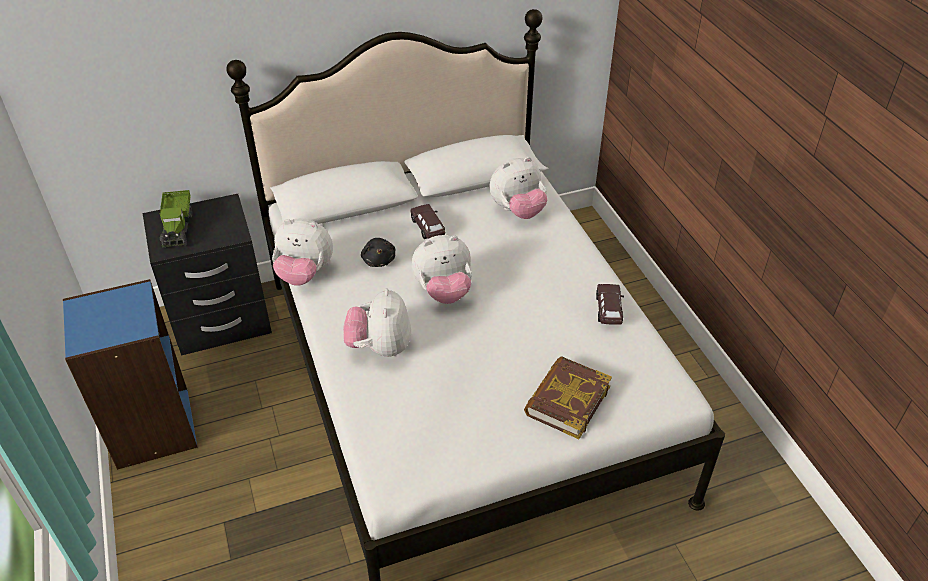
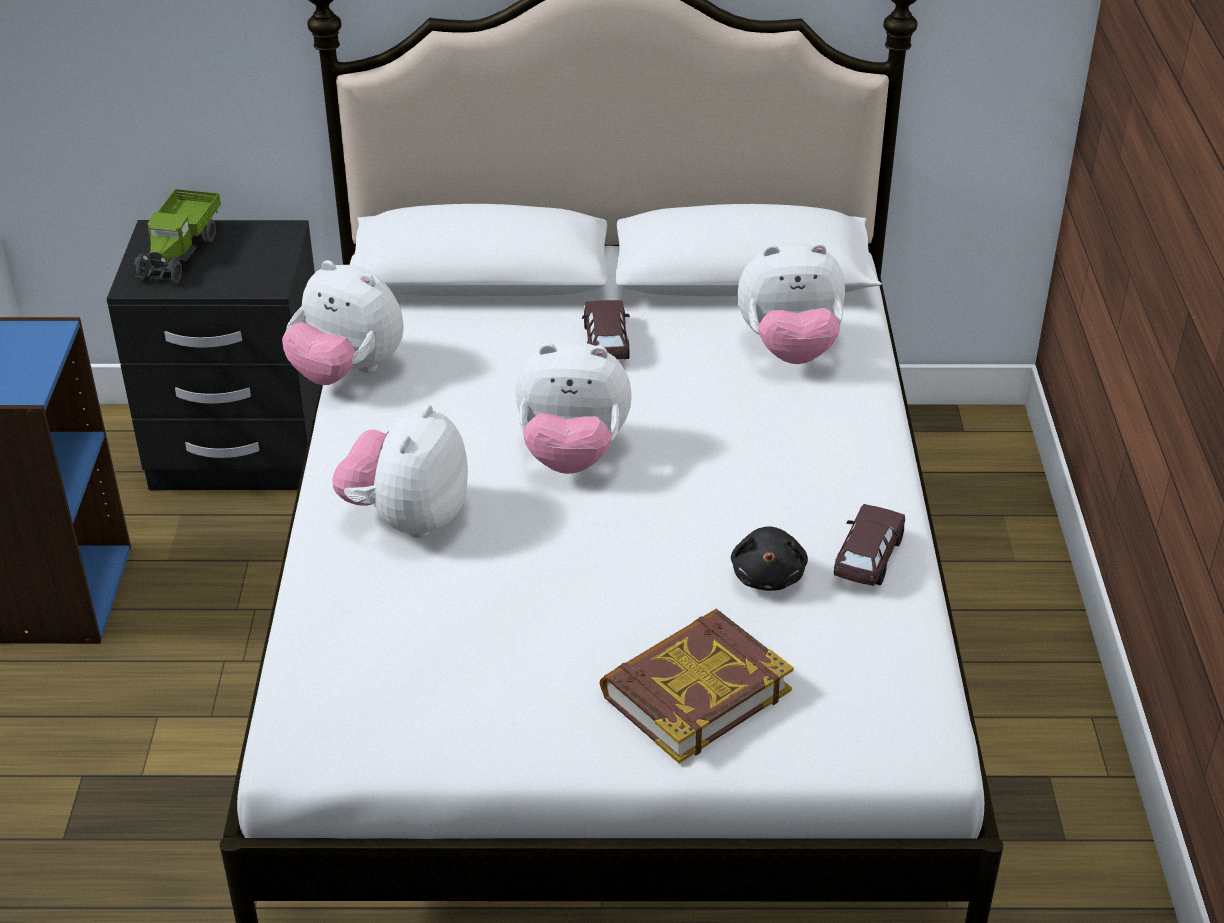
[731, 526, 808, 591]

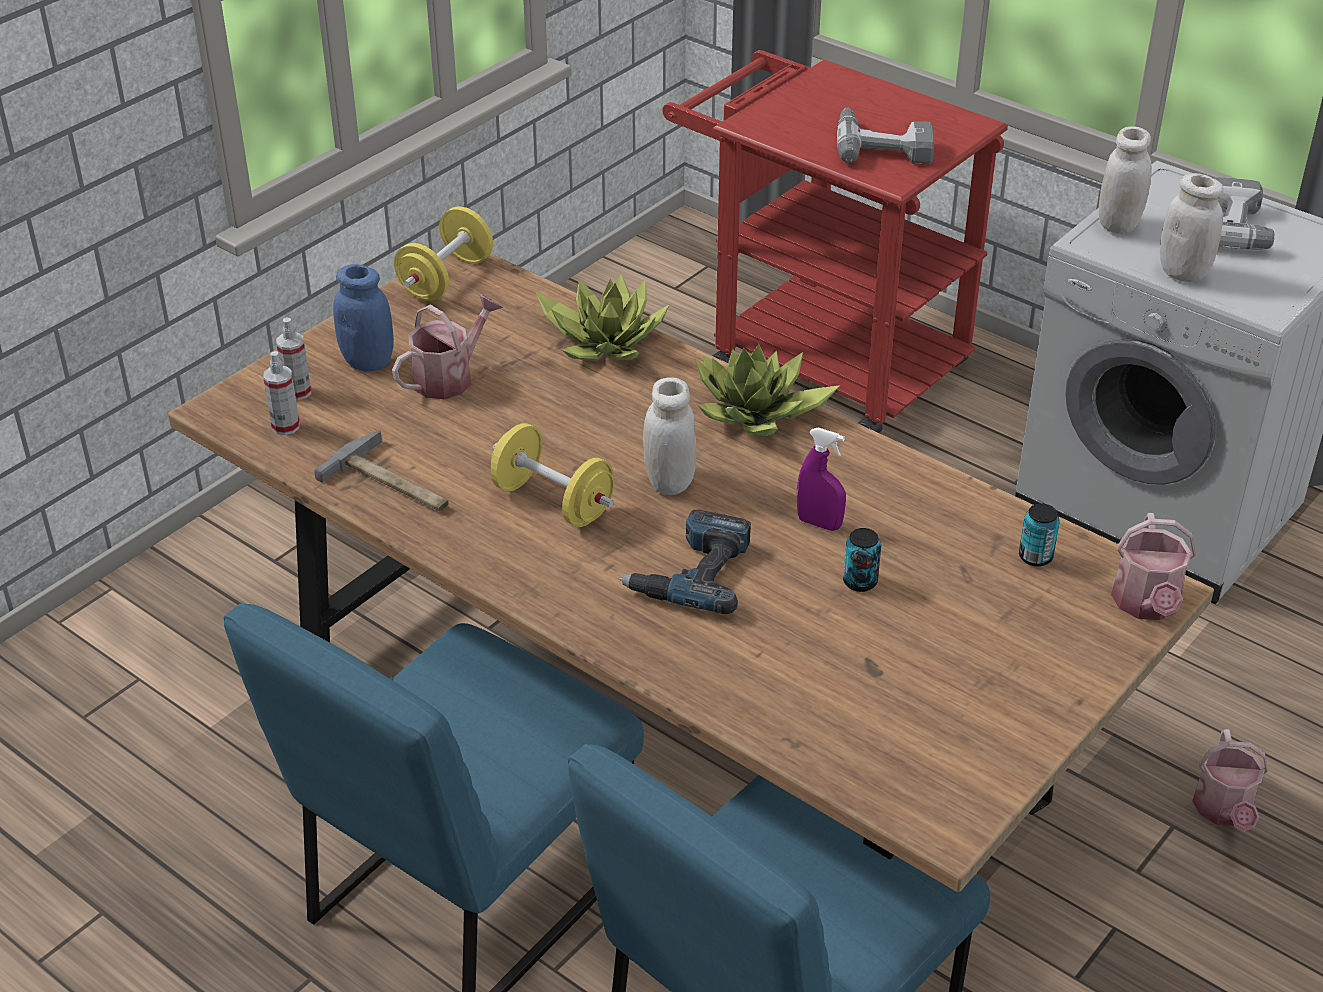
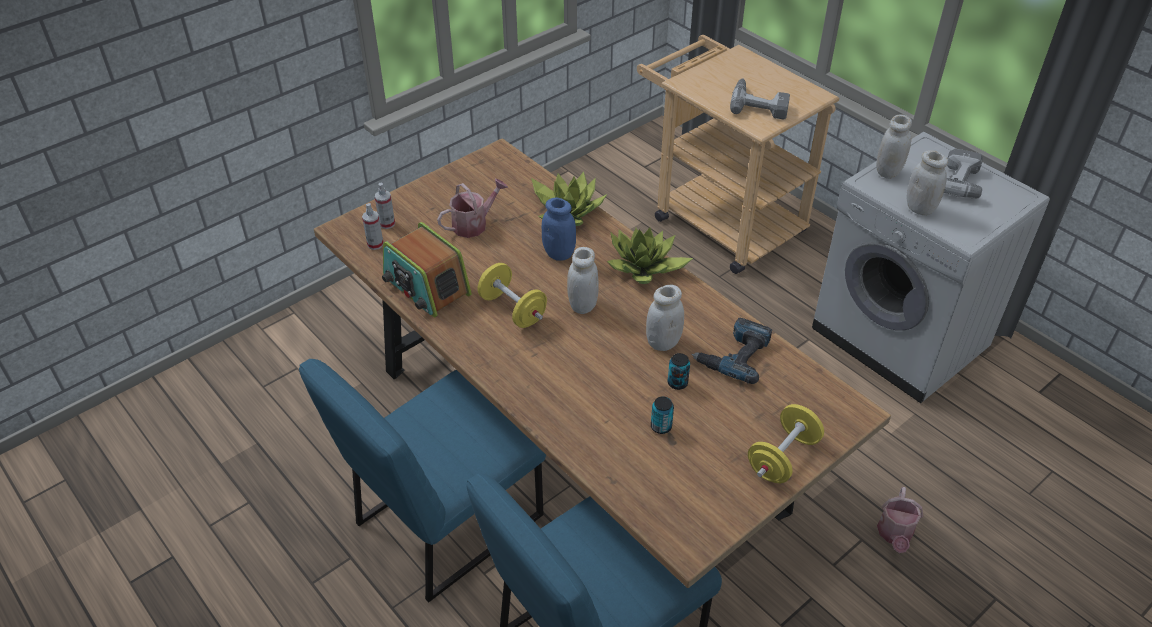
[382, 222, 472, 317]
[542, 198, 576, 261]
[637, 35, 839, 274]
[646, 285, 684, 351]
[651, 396, 674, 434]
[691, 318, 772, 384]
[748, 404, 824, 483]
[1111, 513, 1196, 620] (first image)

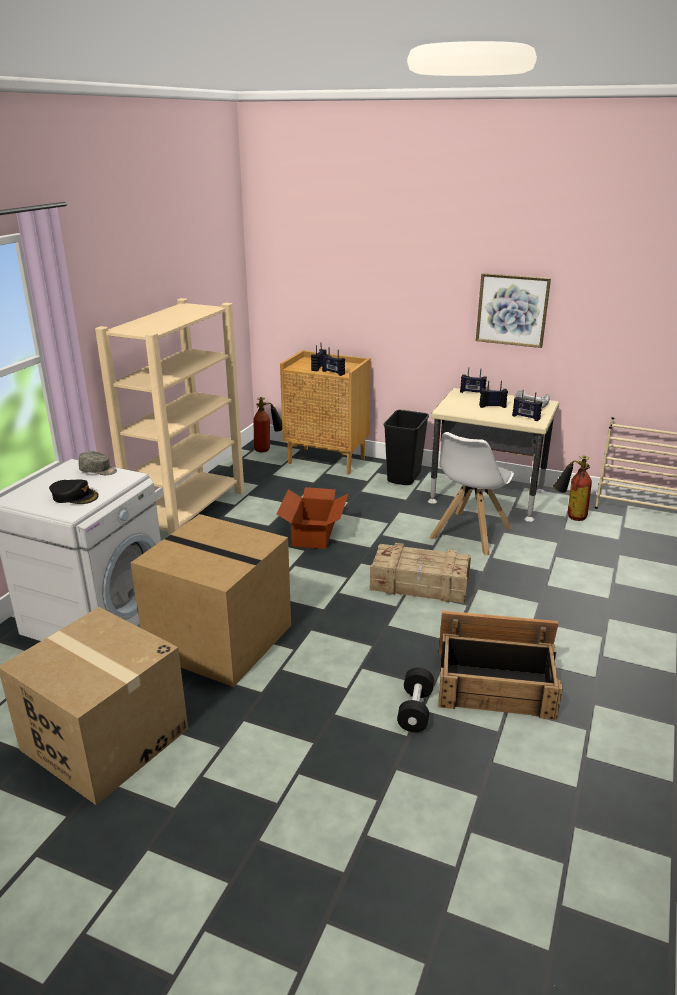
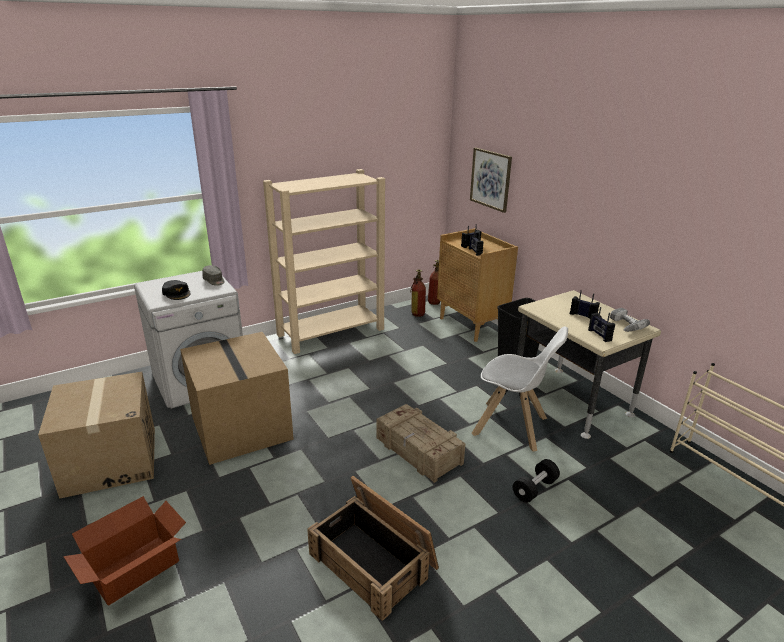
[63, 496, 186, 605]
[410, 269, 426, 317]
[470, 148, 512, 213]
[472, 326, 568, 452]
[513, 459, 560, 503]
[460, 367, 487, 393] (first image)

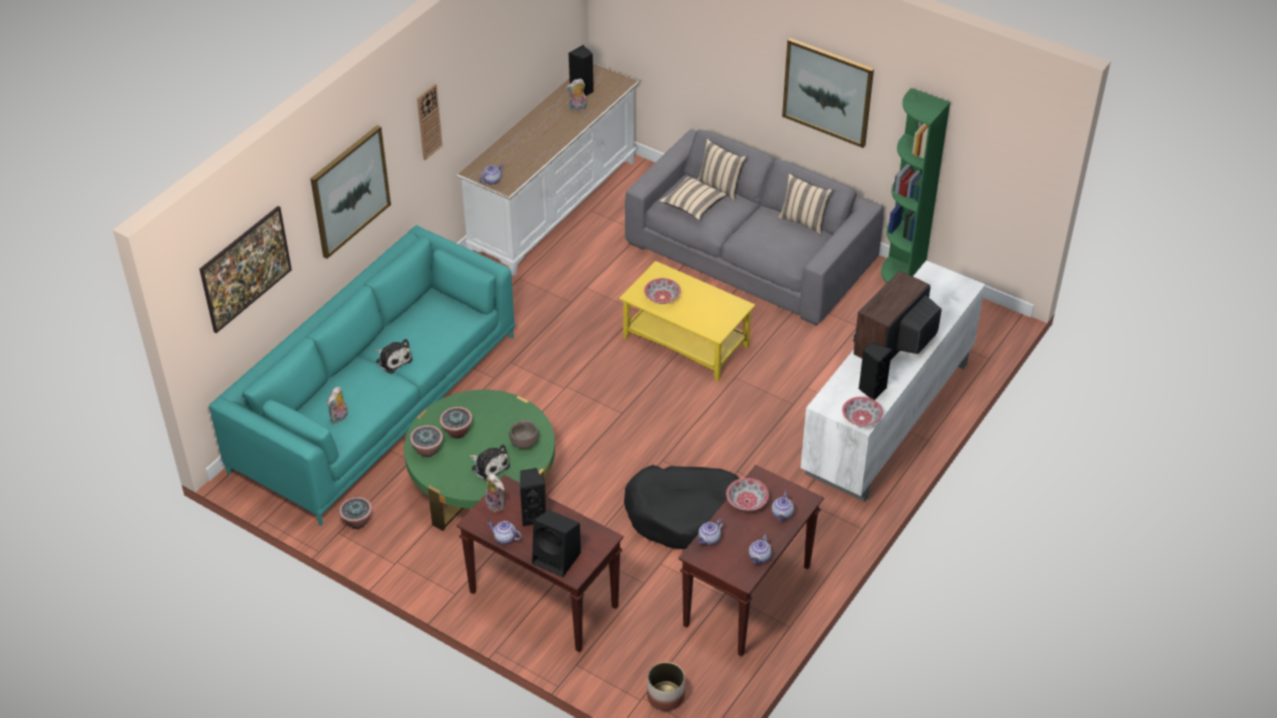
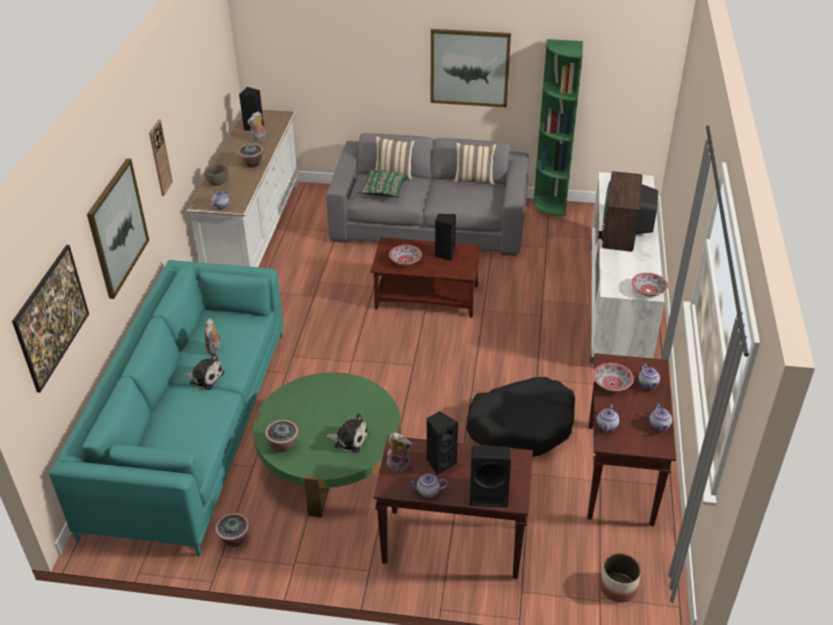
[205, 164, 229, 185]
[205, 318, 222, 355]
[238, 144, 264, 168]
[358, 170, 408, 197]
[370, 237, 482, 318]
[435, 214, 456, 261]

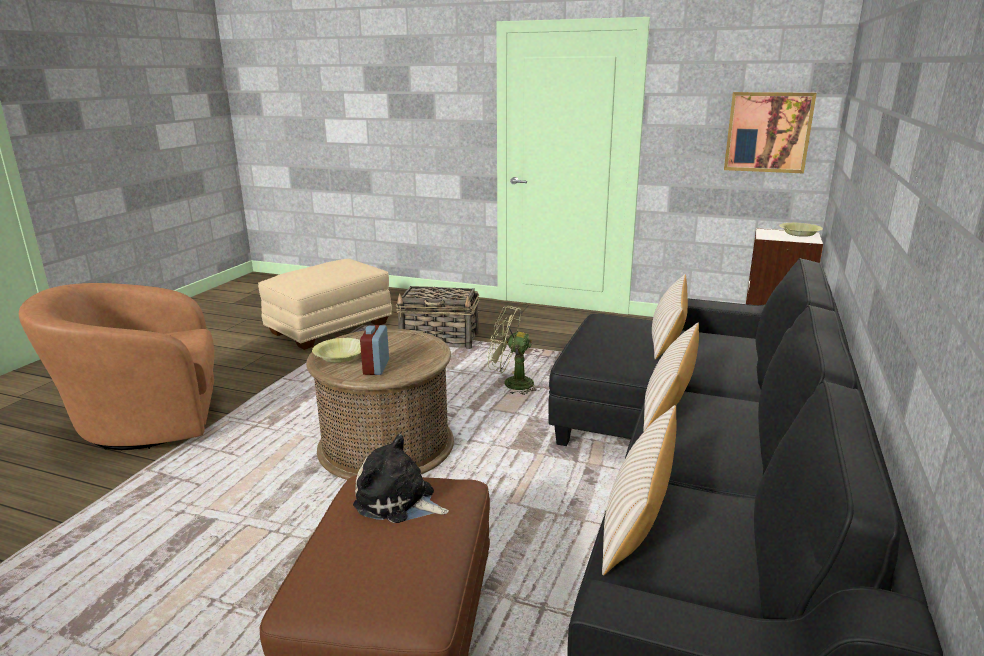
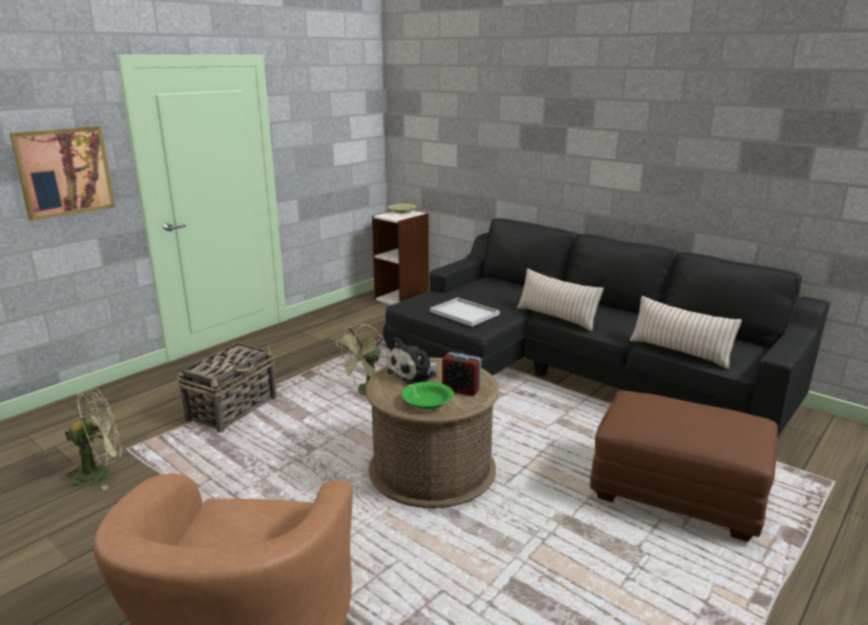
[9, 126, 115, 221]
[61, 389, 123, 490]
[387, 337, 437, 385]
[402, 382, 454, 409]
[430, 298, 500, 326]
[652, 274, 688, 360] (first image)

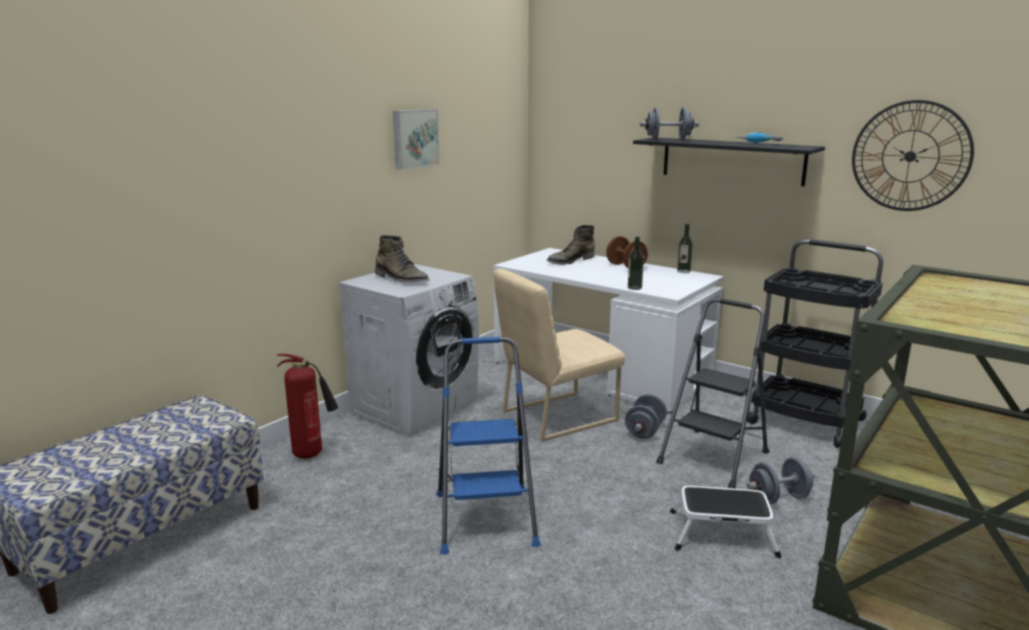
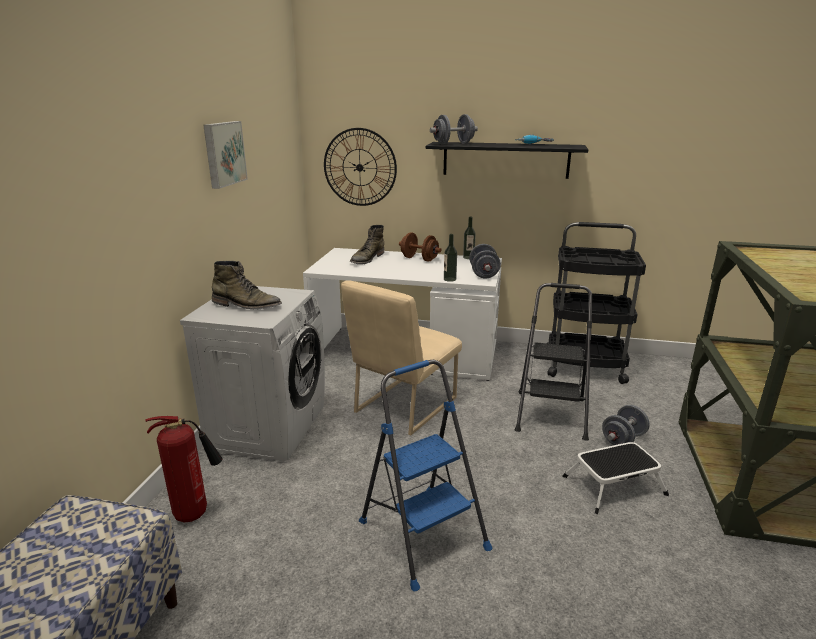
[324, 128, 397, 206]
[469, 244, 501, 278]

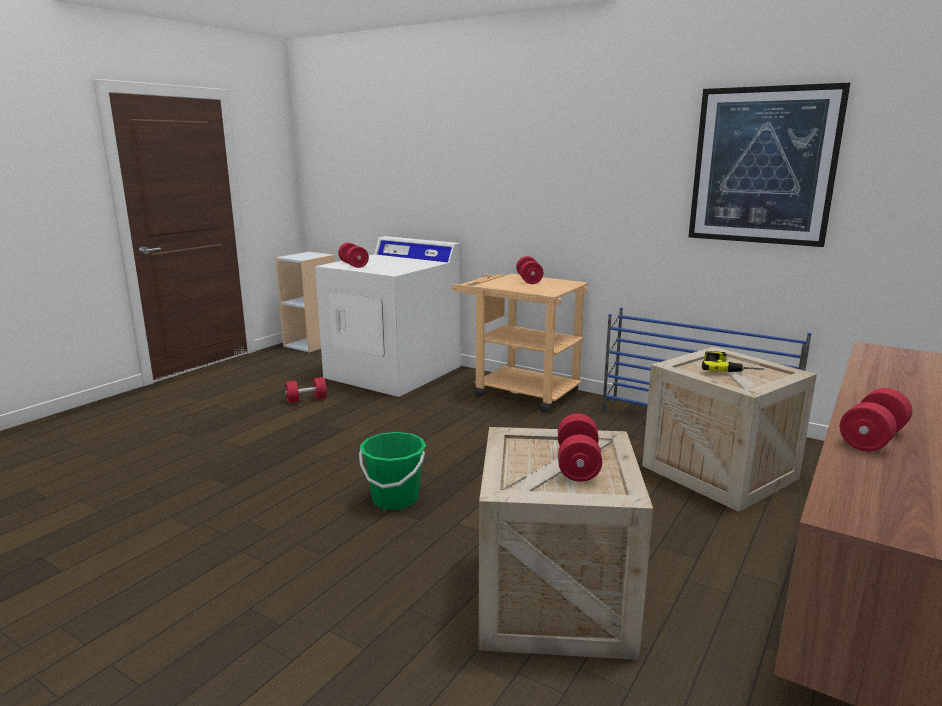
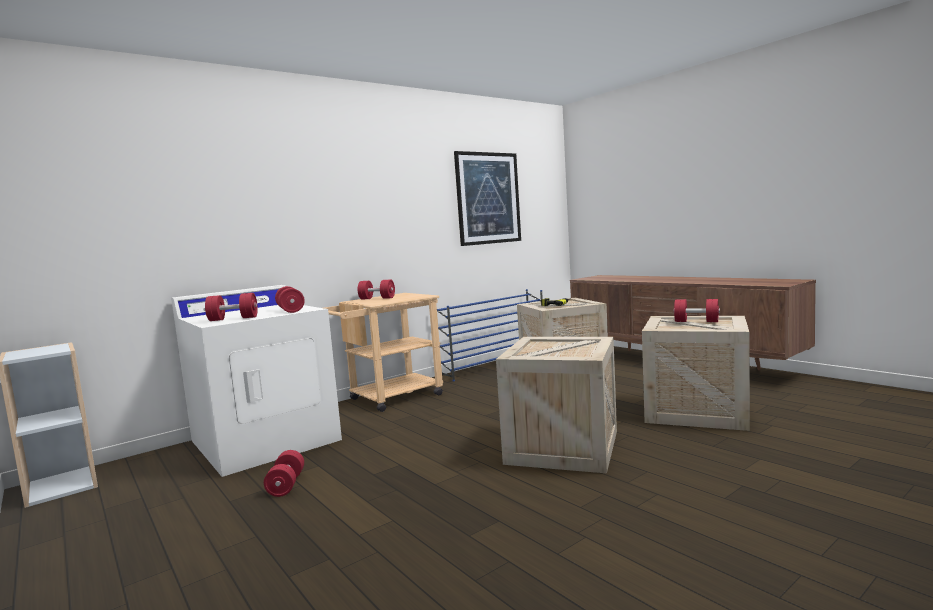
[275, 286, 305, 313]
[496, 337, 617, 473]

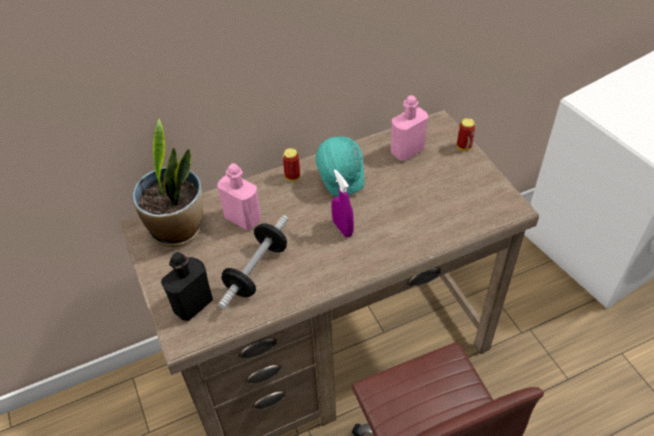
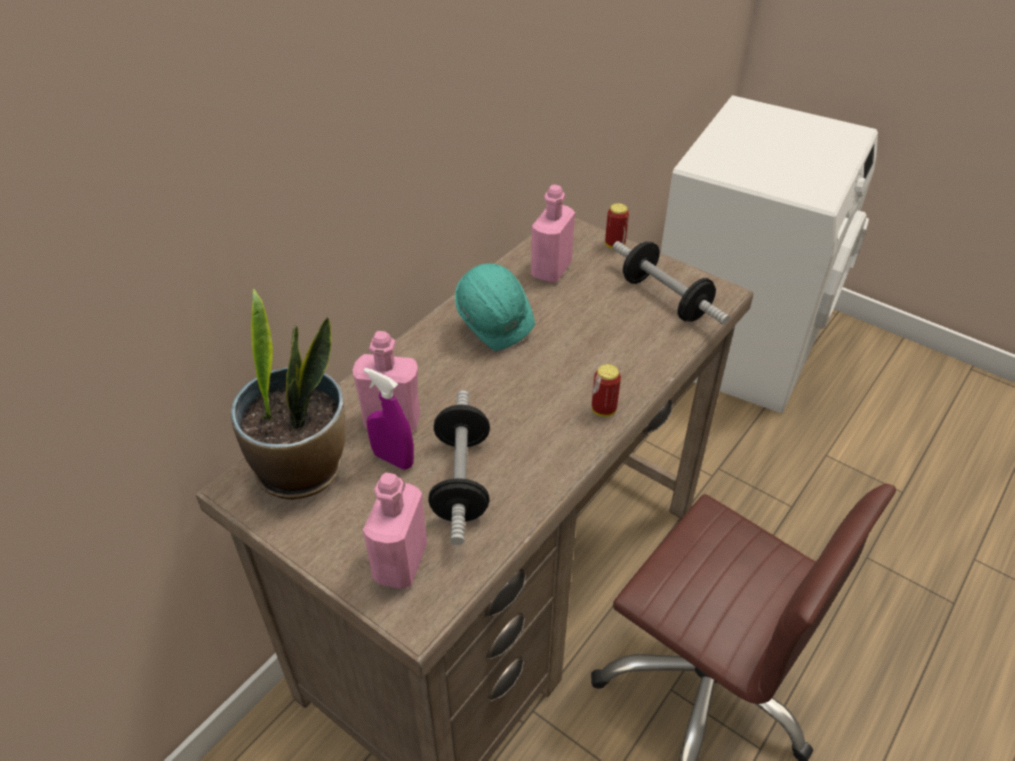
[363, 367, 414, 470]
[363, 472, 427, 589]
[592, 364, 621, 417]
[613, 241, 730, 325]

